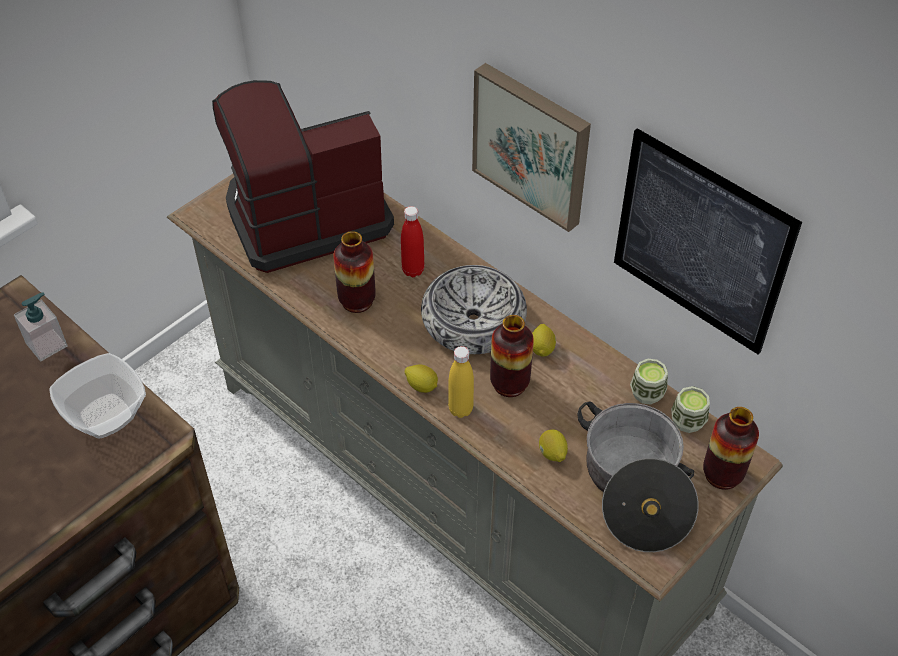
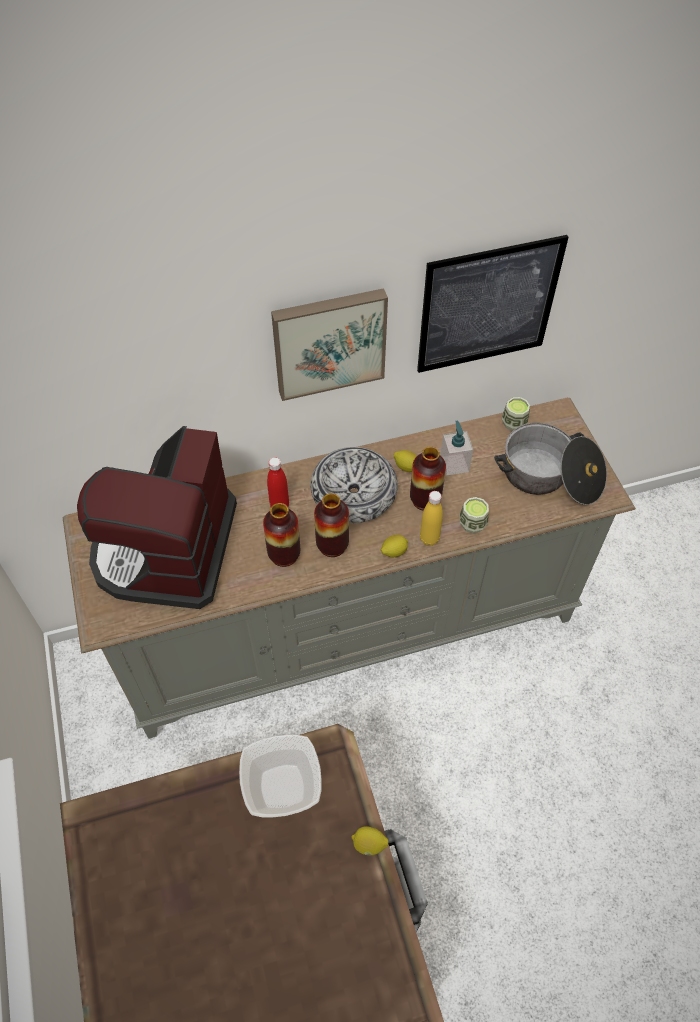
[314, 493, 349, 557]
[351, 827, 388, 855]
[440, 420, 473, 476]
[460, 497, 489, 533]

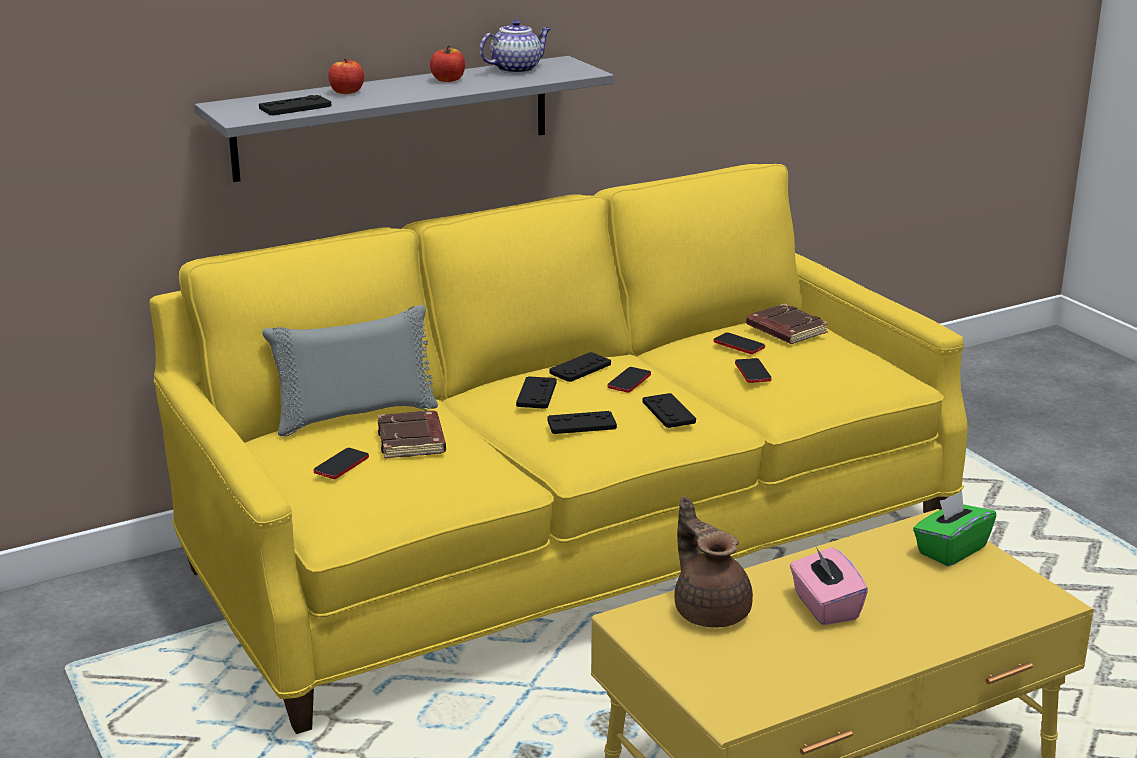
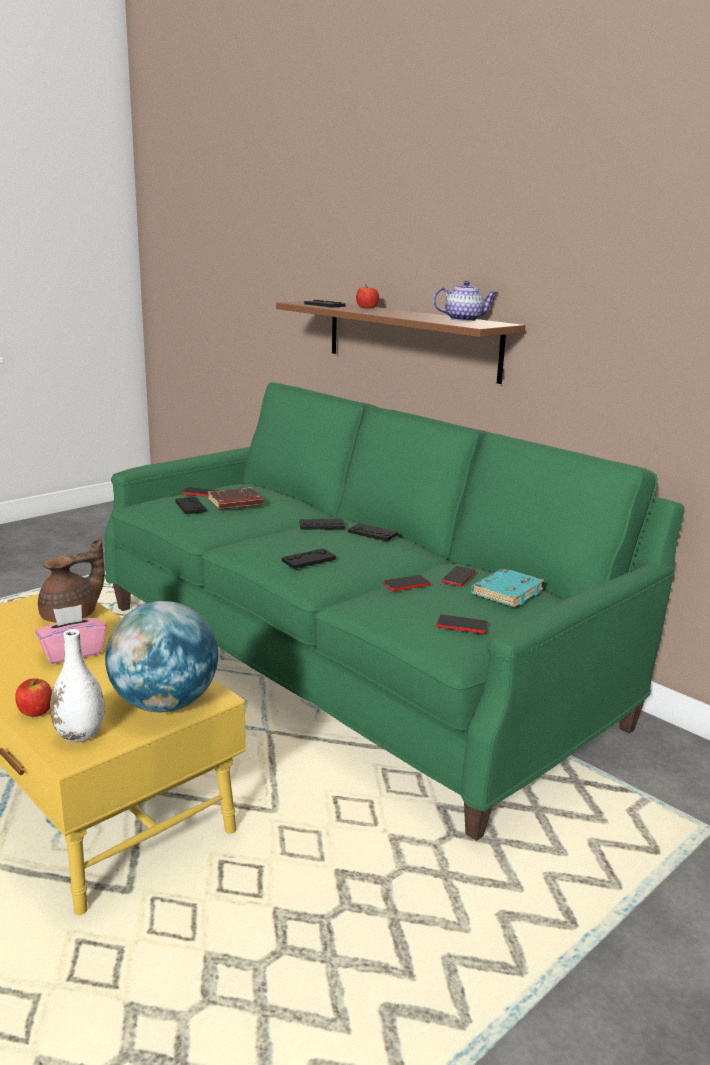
[15, 678, 52, 717]
[50, 629, 105, 743]
[105, 382, 685, 841]
[105, 601, 218, 712]
[175, 497, 206, 514]
[276, 301, 525, 384]
[433, 281, 497, 321]
[437, 615, 488, 633]
[471, 568, 544, 607]
[262, 305, 438, 437] (first image)

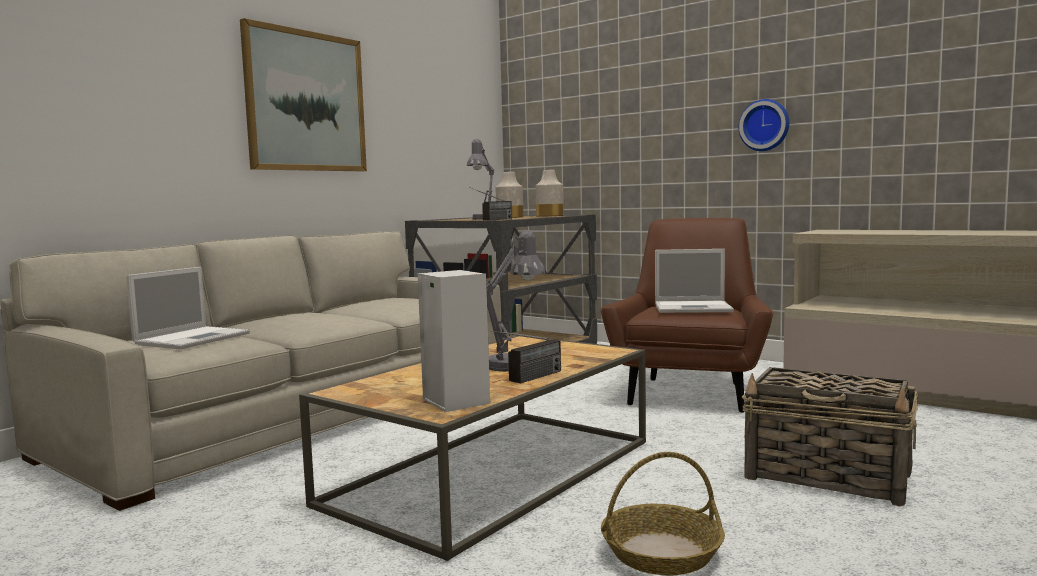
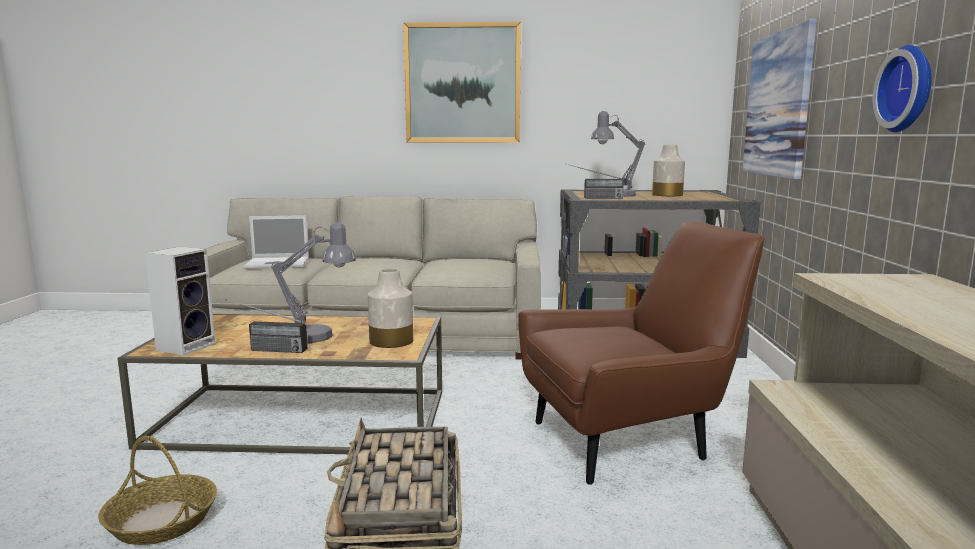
[368, 269, 413, 348]
[743, 19, 817, 179]
[655, 249, 734, 313] (first image)

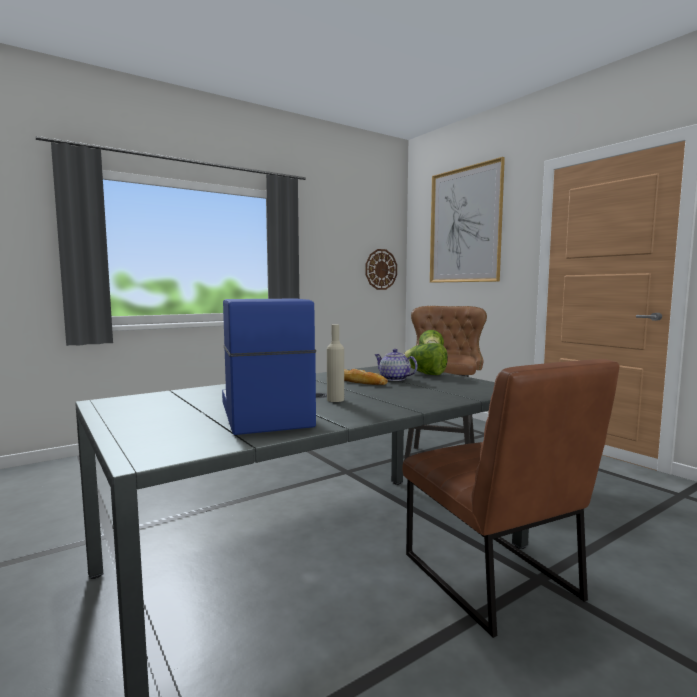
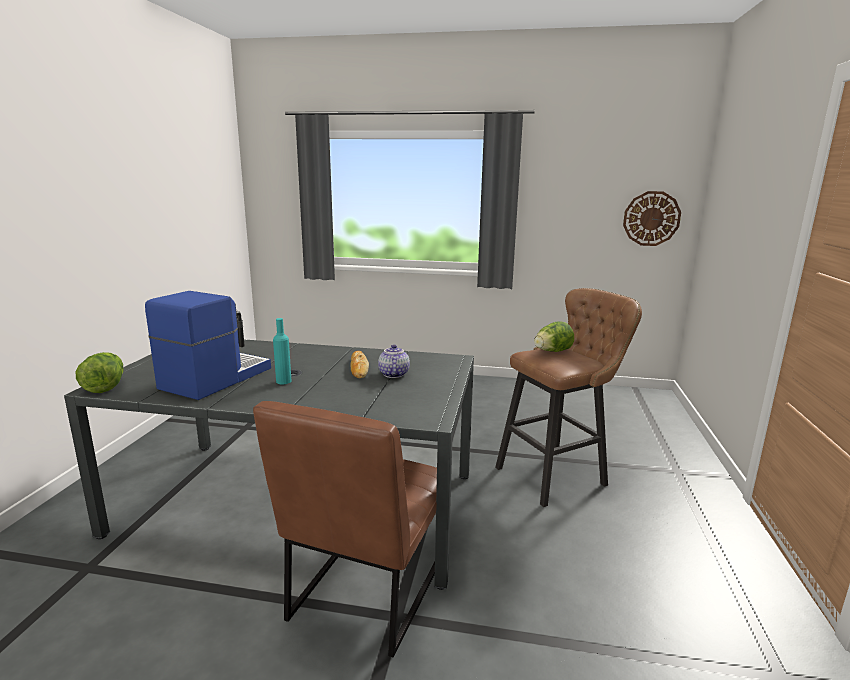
[76, 352, 124, 393]
[273, 318, 292, 384]
[430, 157, 505, 283] (first image)

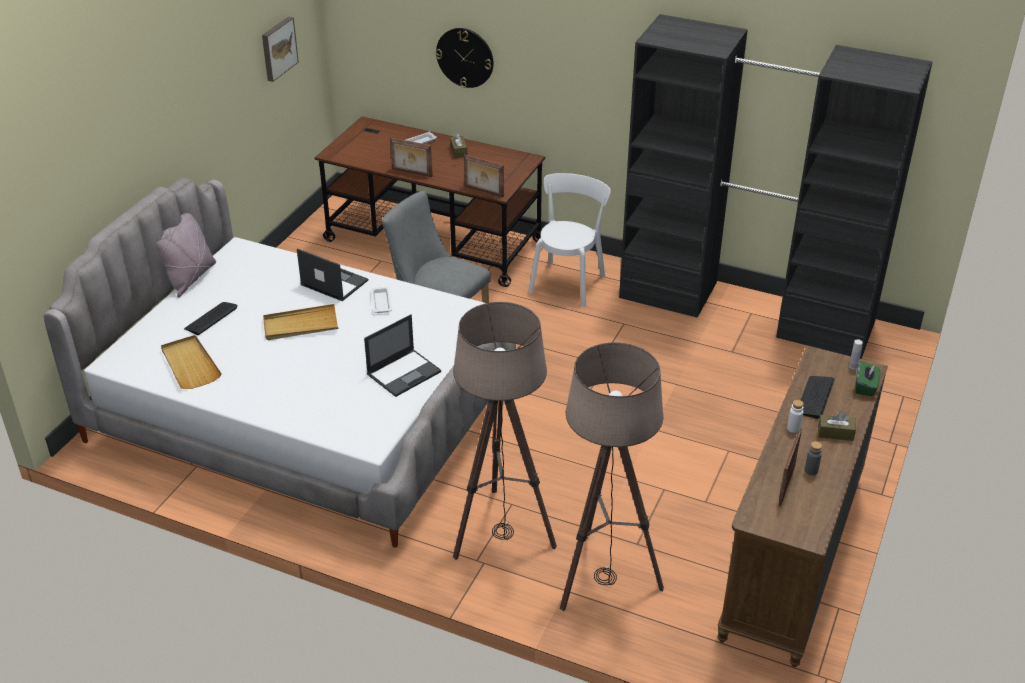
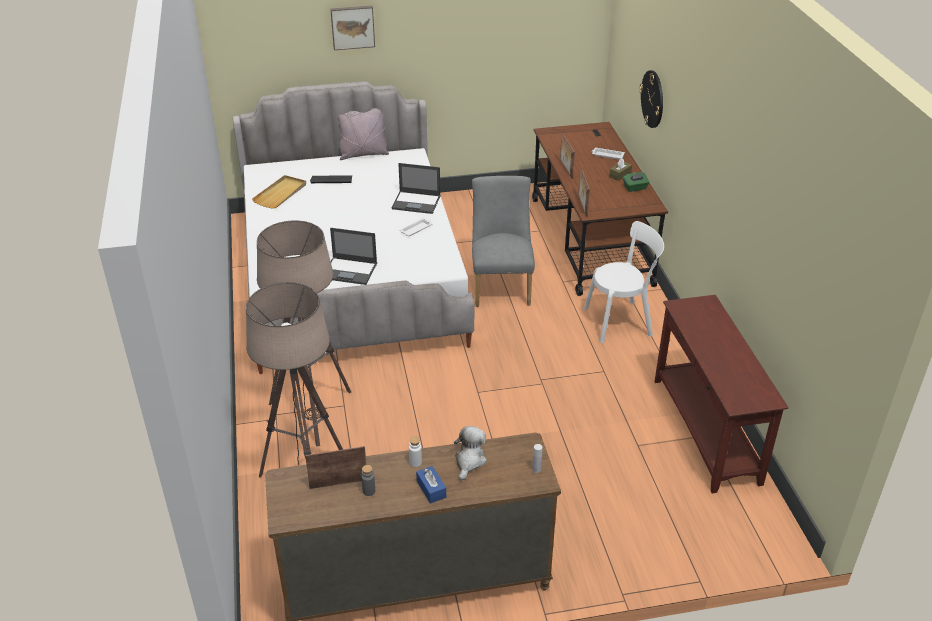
[330, 6, 375, 50]
[391, 163, 441, 214]
[416, 466, 446, 504]
[454, 426, 487, 481]
[623, 172, 649, 192]
[654, 295, 788, 493]
[263, 304, 338, 340] (first image)

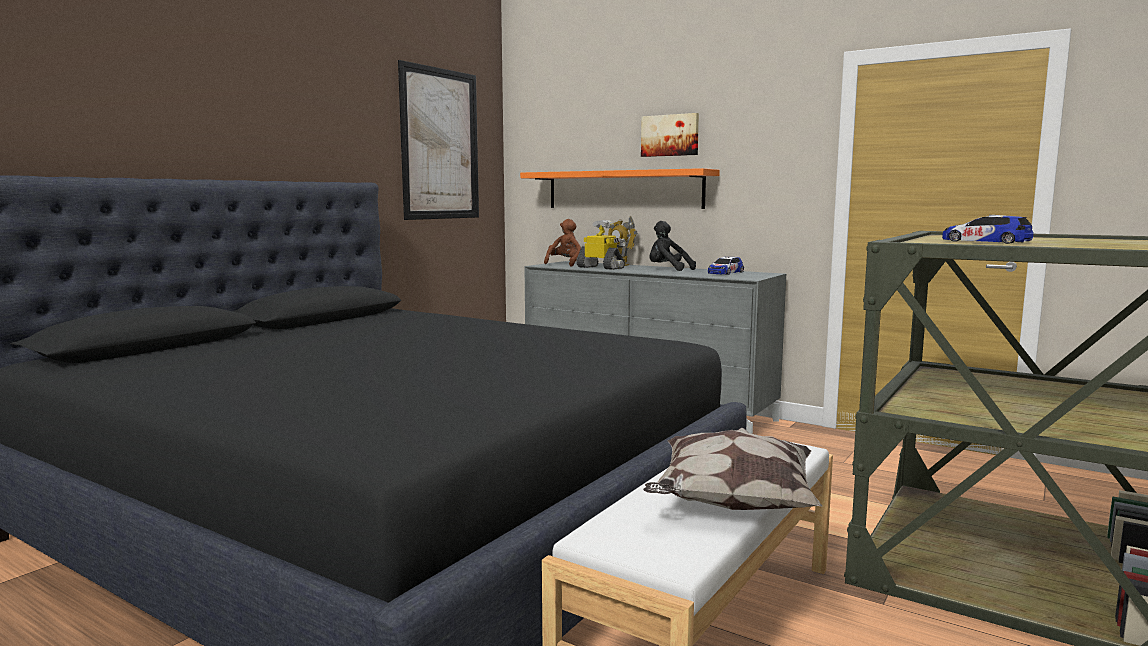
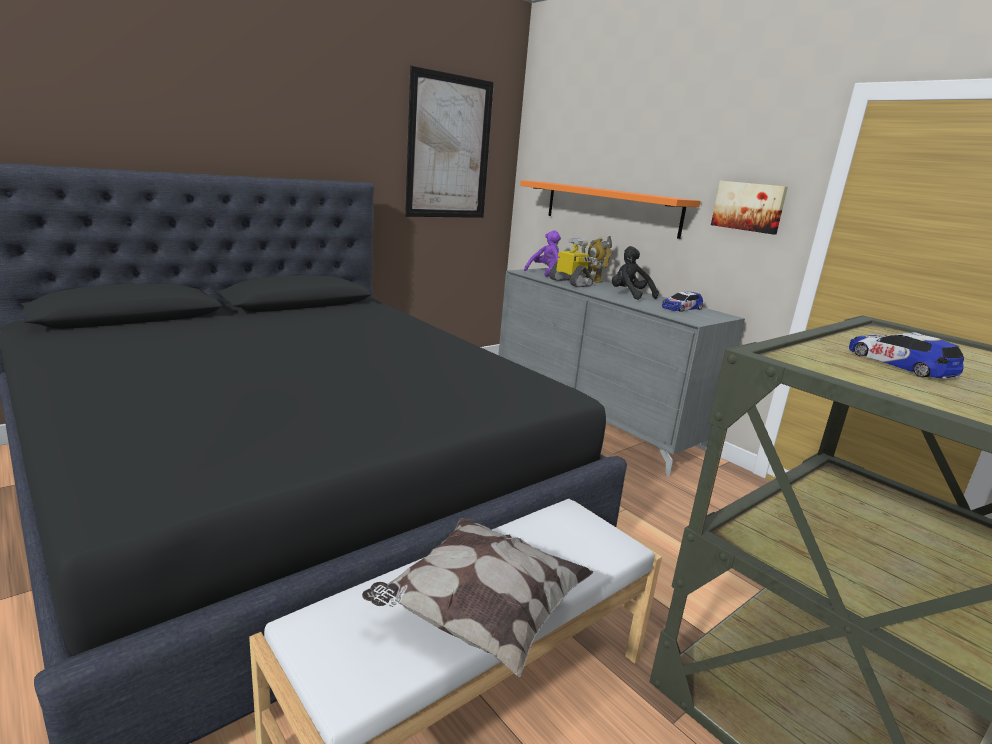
[524, 230, 561, 277]
[711, 181, 788, 235]

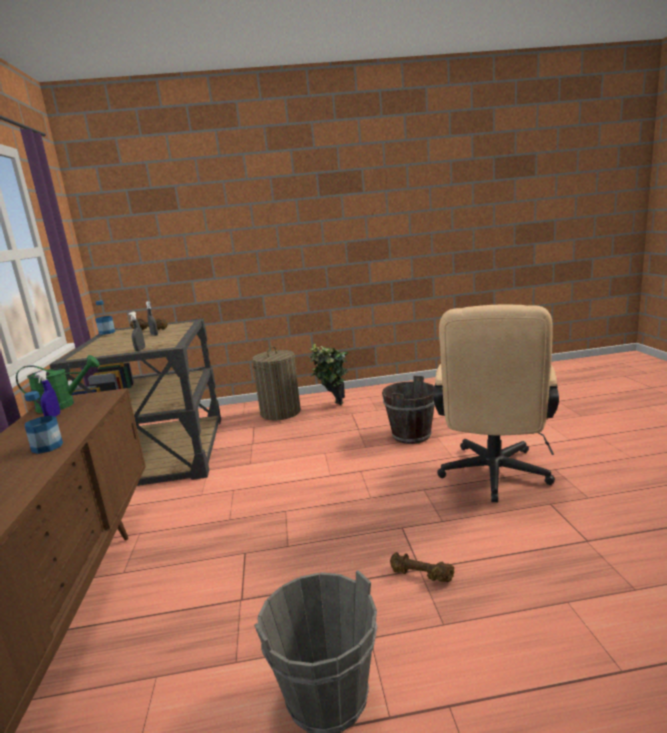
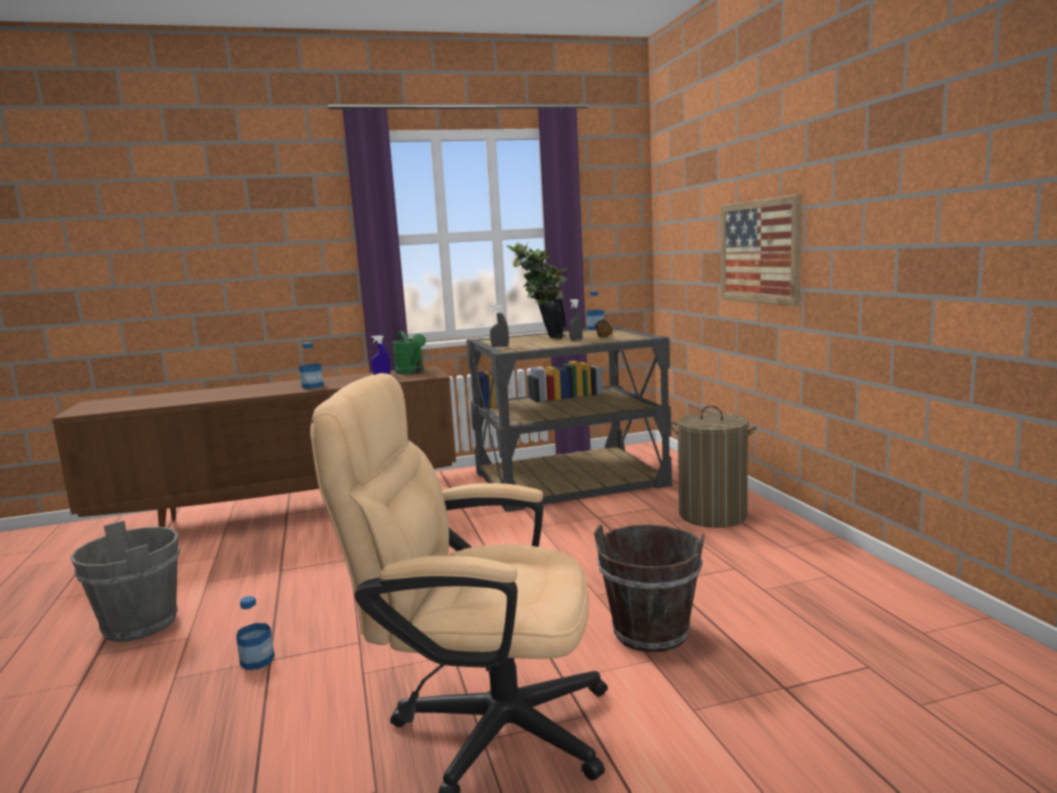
[236, 596, 275, 670]
[507, 242, 569, 338]
[721, 194, 802, 306]

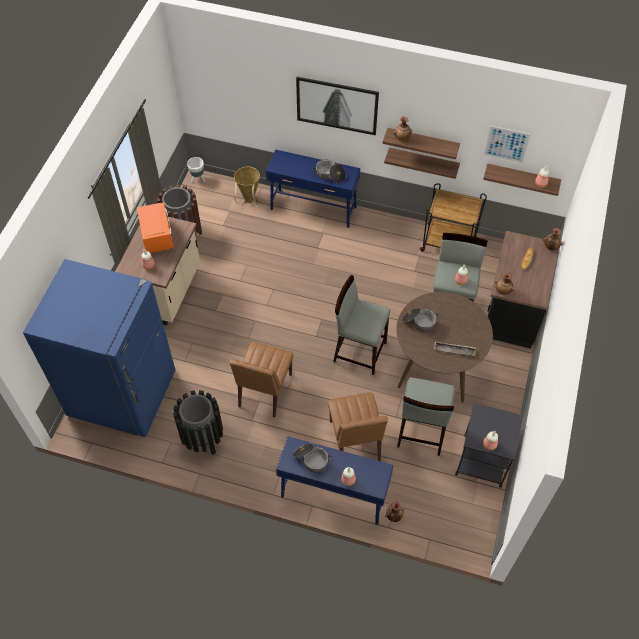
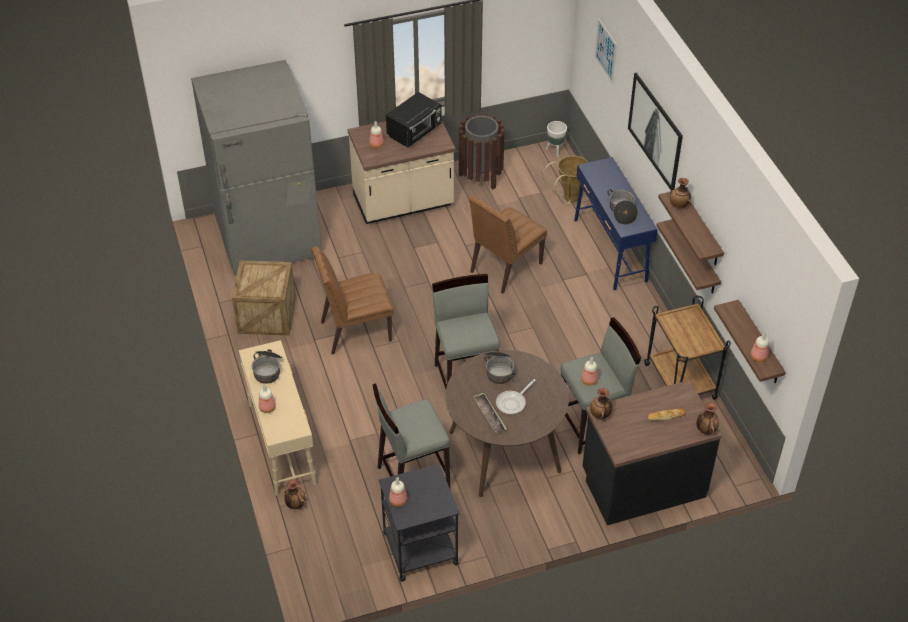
[191, 60, 322, 275]
[232, 260, 296, 336]
[239, 340, 317, 496]
[386, 92, 442, 147]
[469, 195, 547, 294]
[496, 379, 536, 415]
[595, 18, 617, 83]

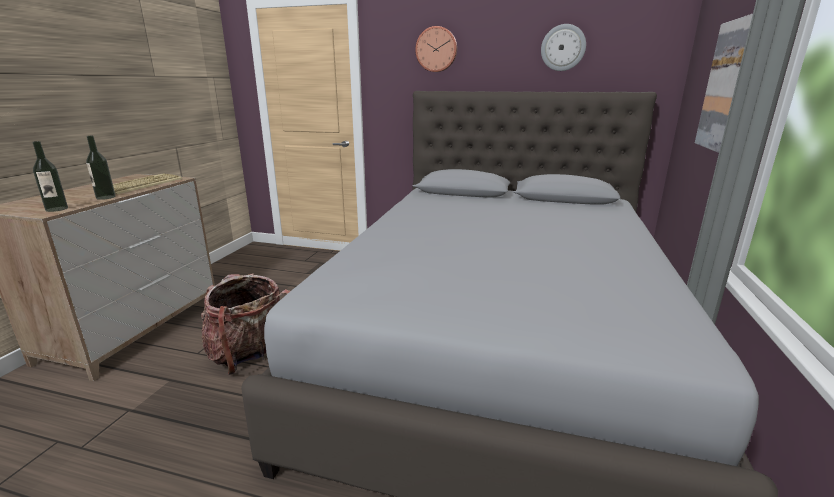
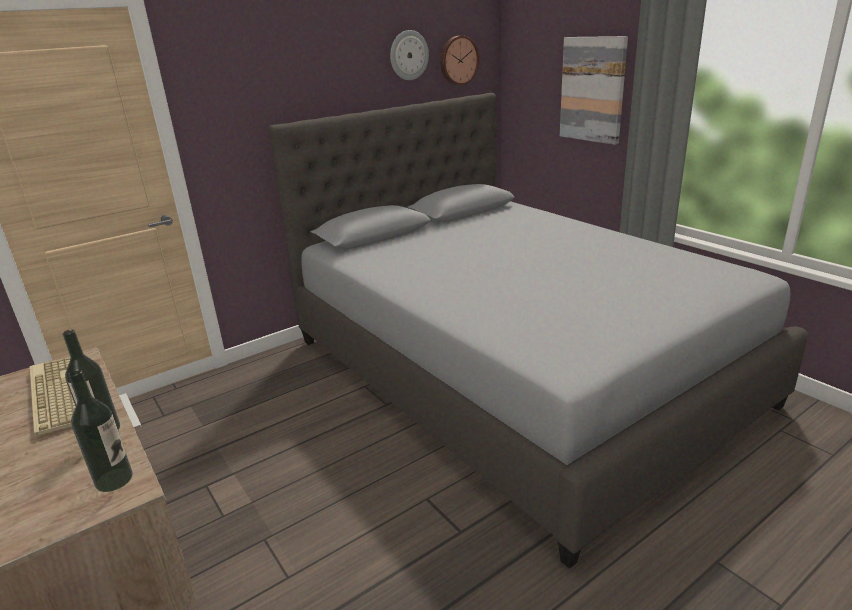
[440, 36, 480, 85]
[201, 273, 290, 375] (first image)

